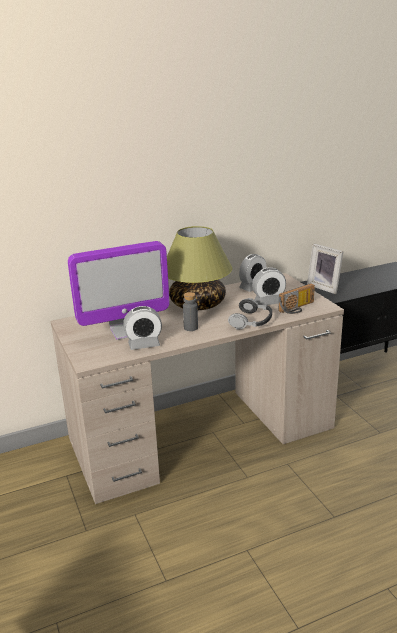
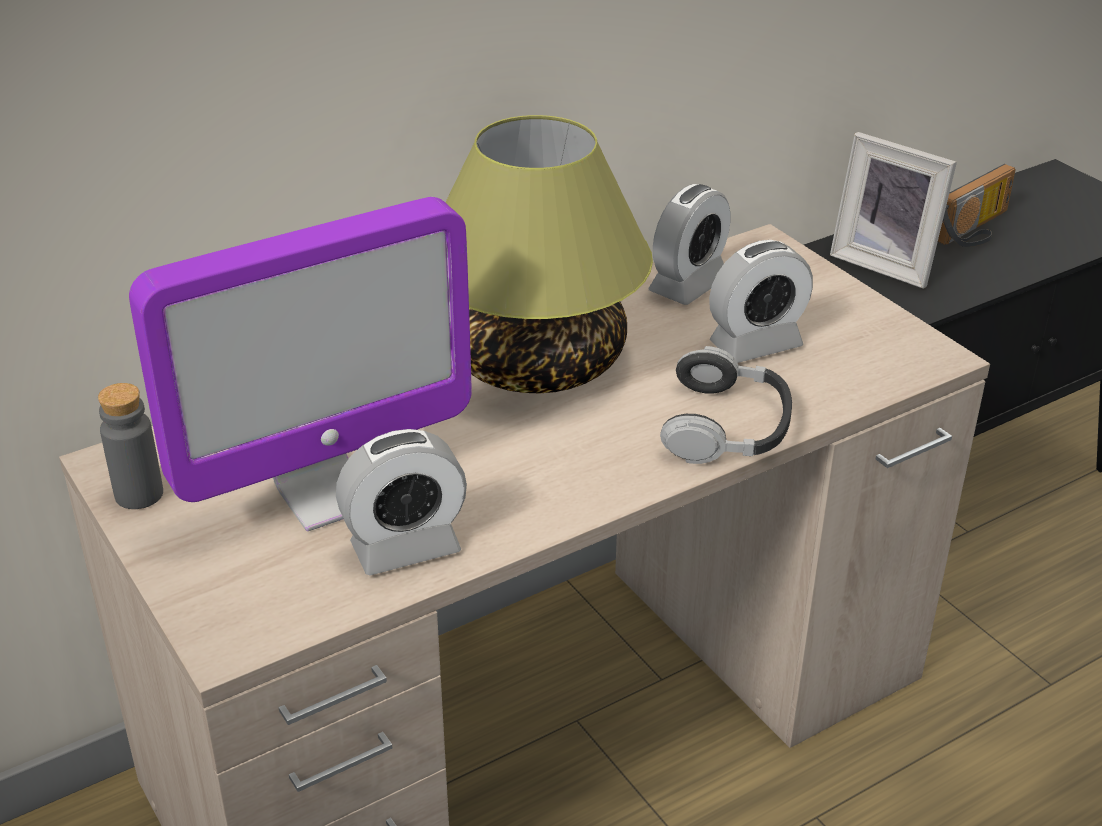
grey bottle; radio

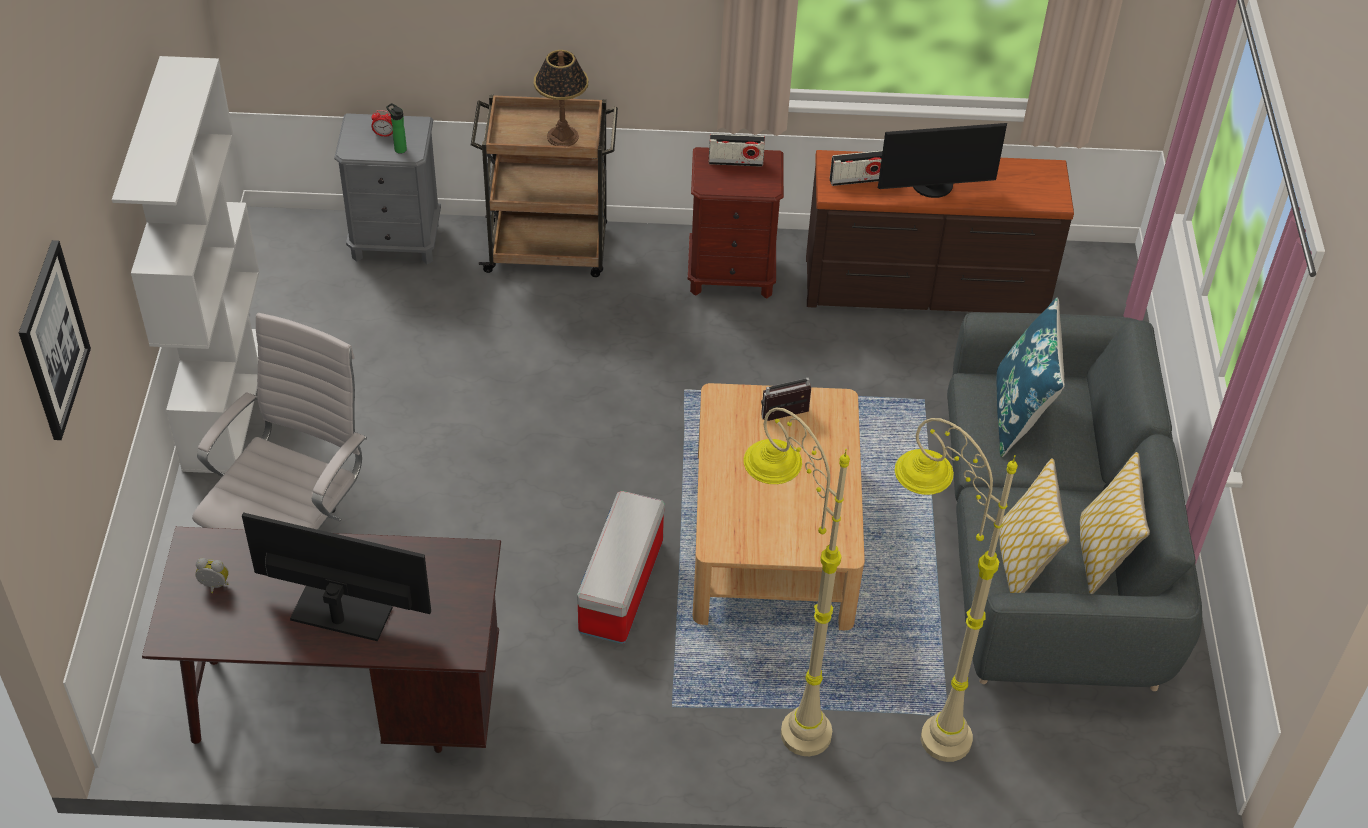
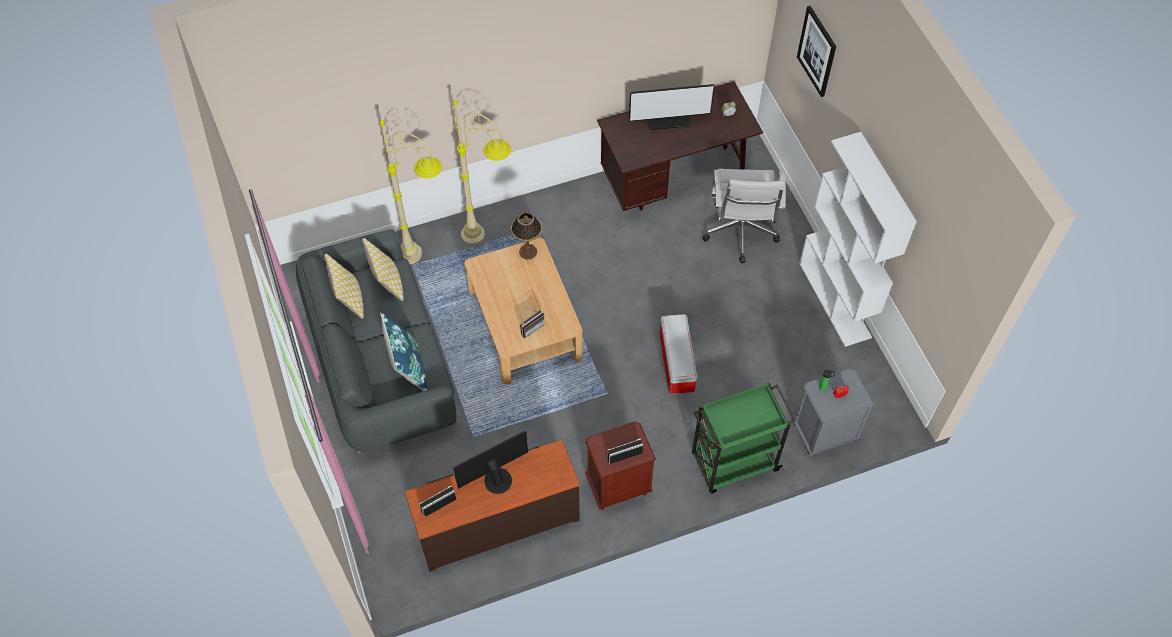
green cart; table lamp; storage box; radio (1st from left)

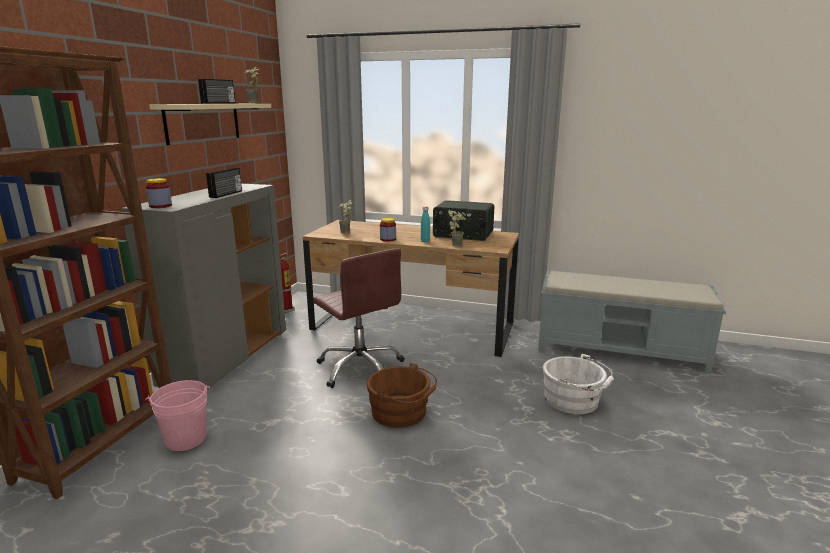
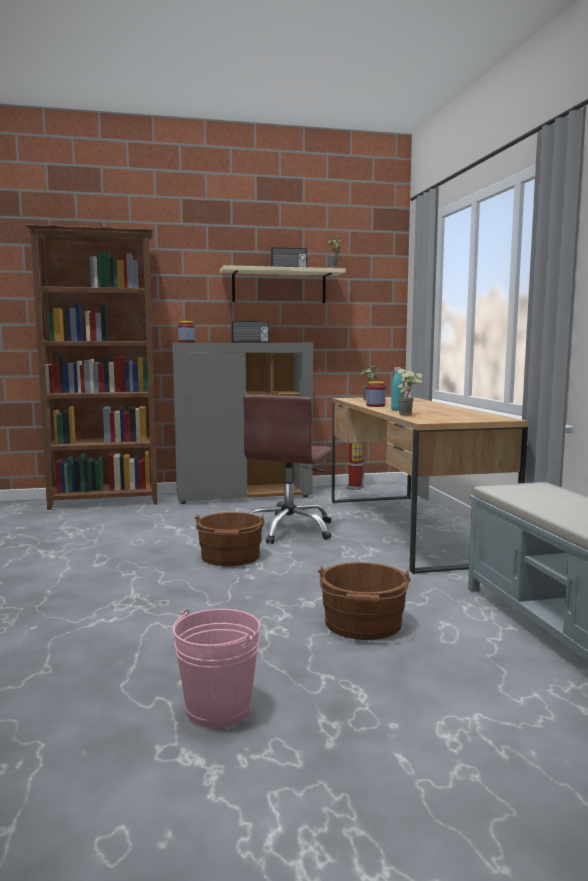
pink bucket; radio (3rd from left in the first image); brown bucket (2nd from left)

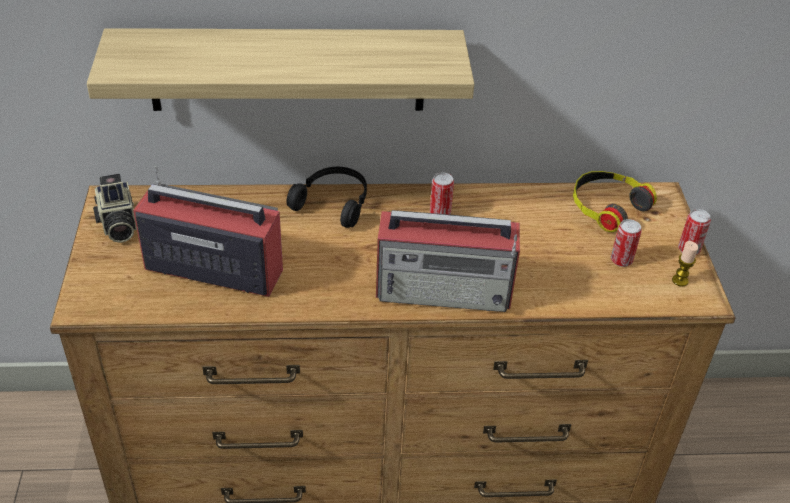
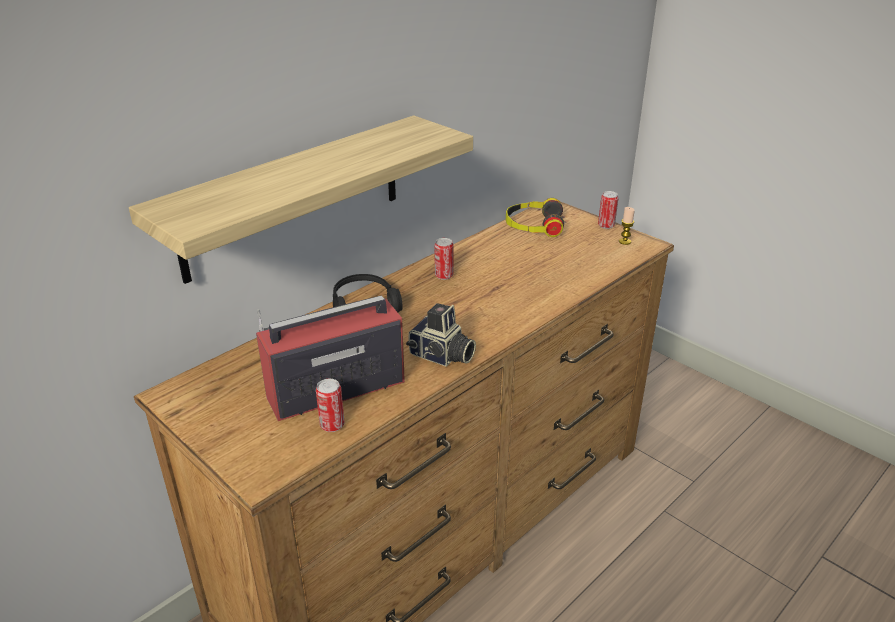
photo camera; radio (2nd from left in the first image); can (1st from left)

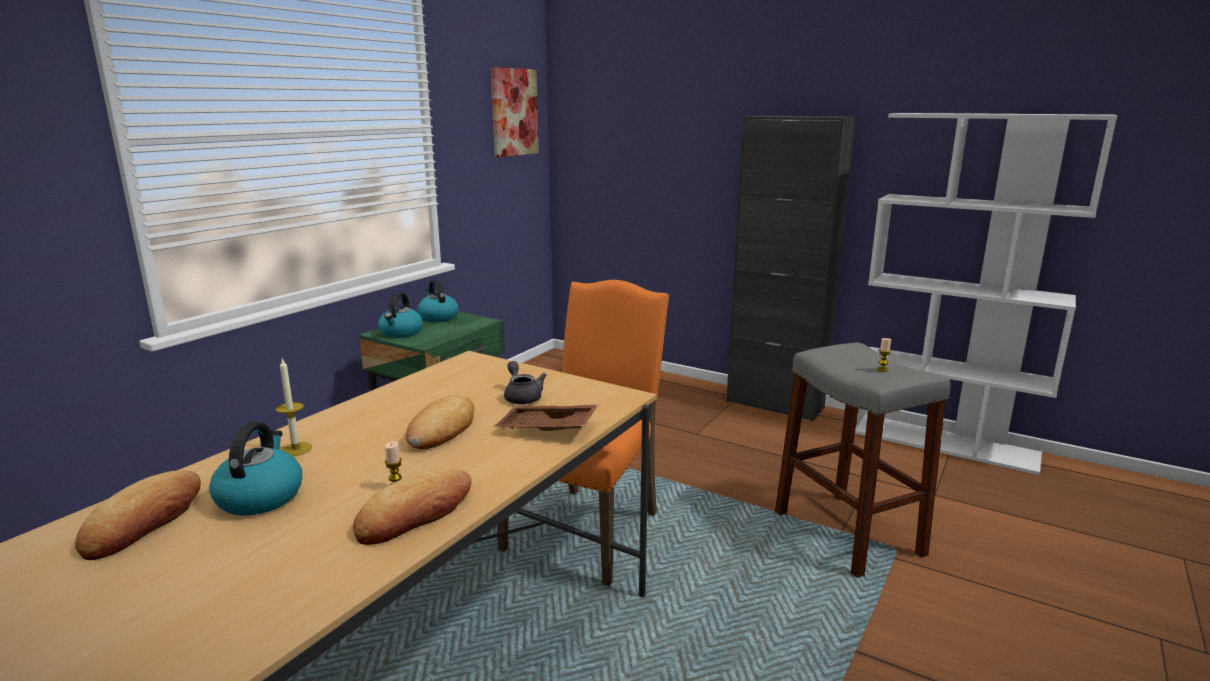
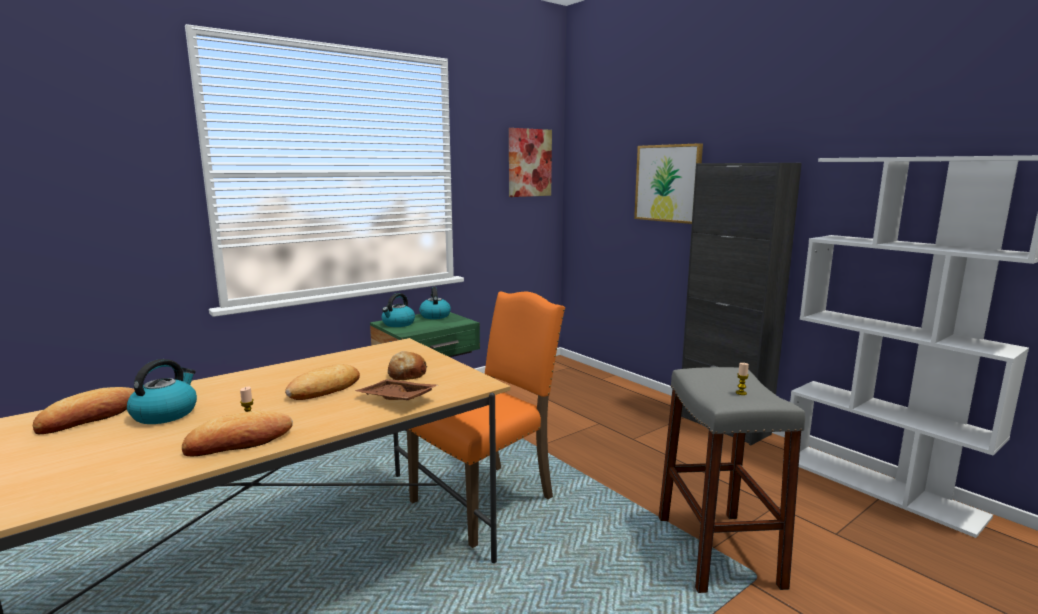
candle (1st from left in the first image); bread (4th from left); picture (2nd from left)

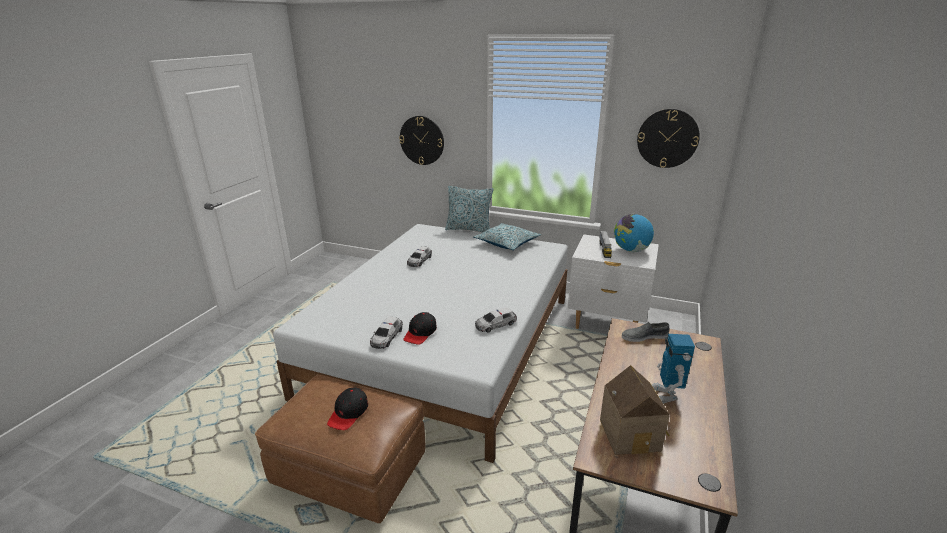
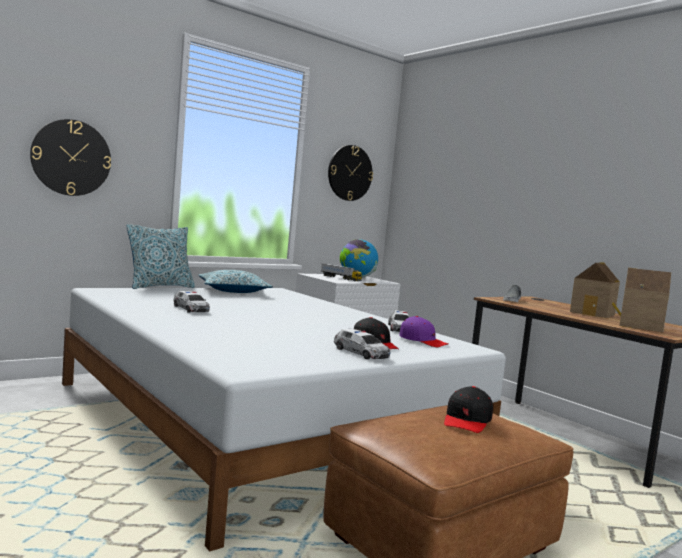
black cap (2nd from left); toy house (1st from left); purple cap

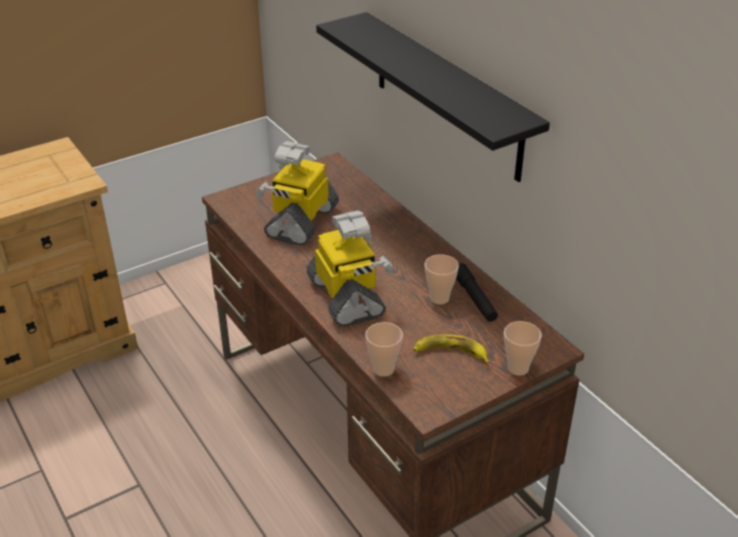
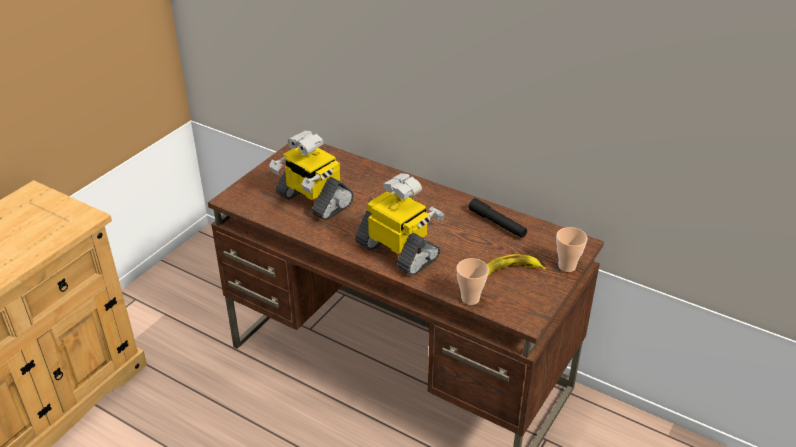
toy robot (1st from left); black shelf; cup (2nd from left in the first image)

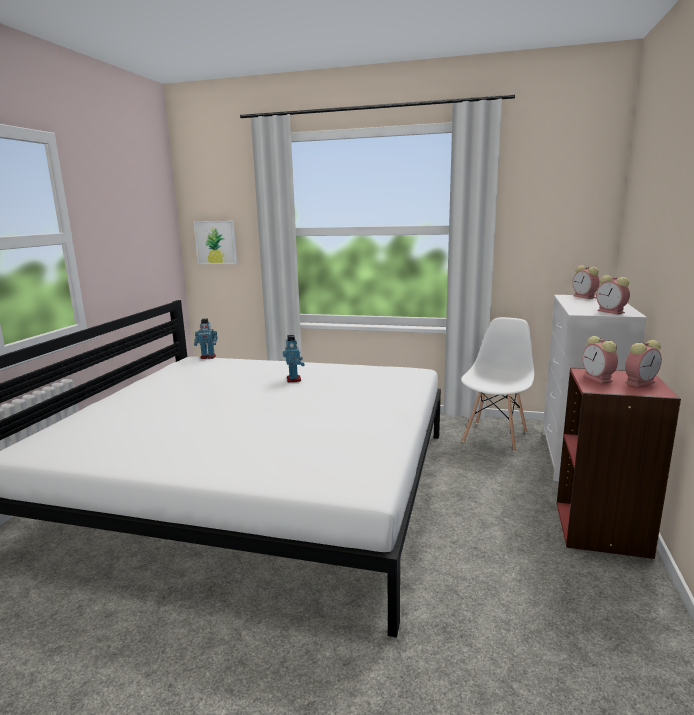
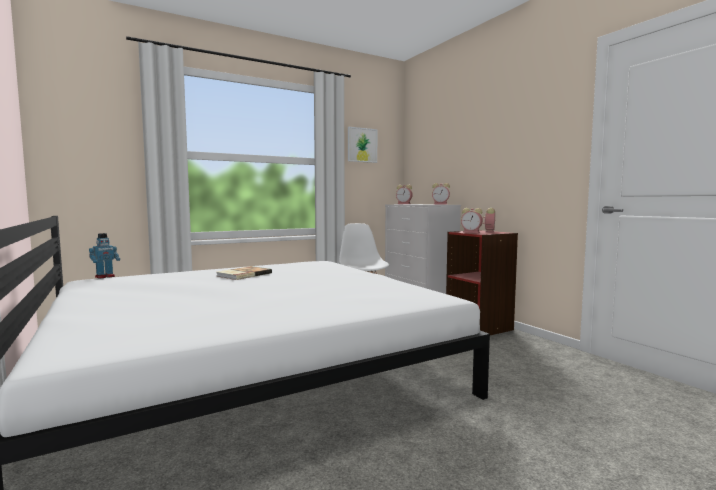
picture; book

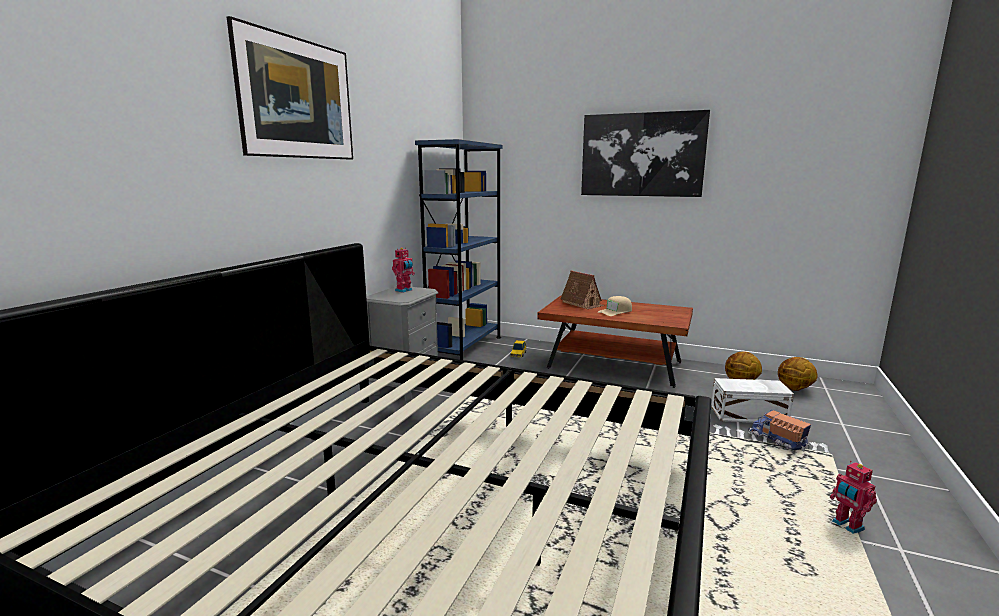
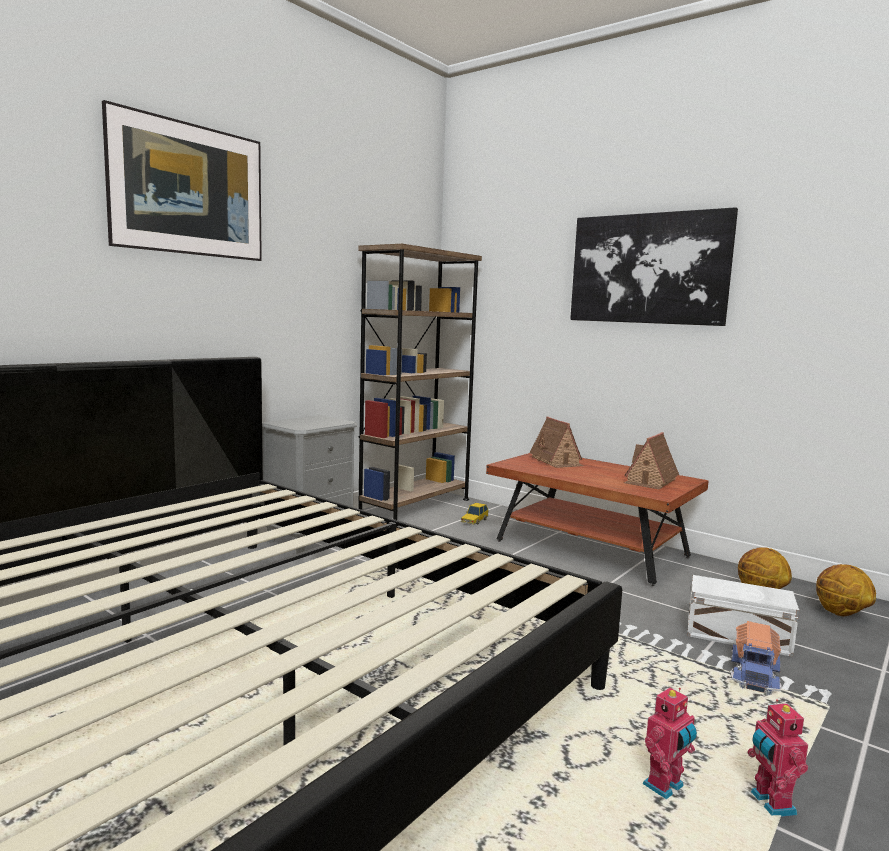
toy robot (1st from left); brown bookcase; beige cap; toy truck; toy house (2nd from left)

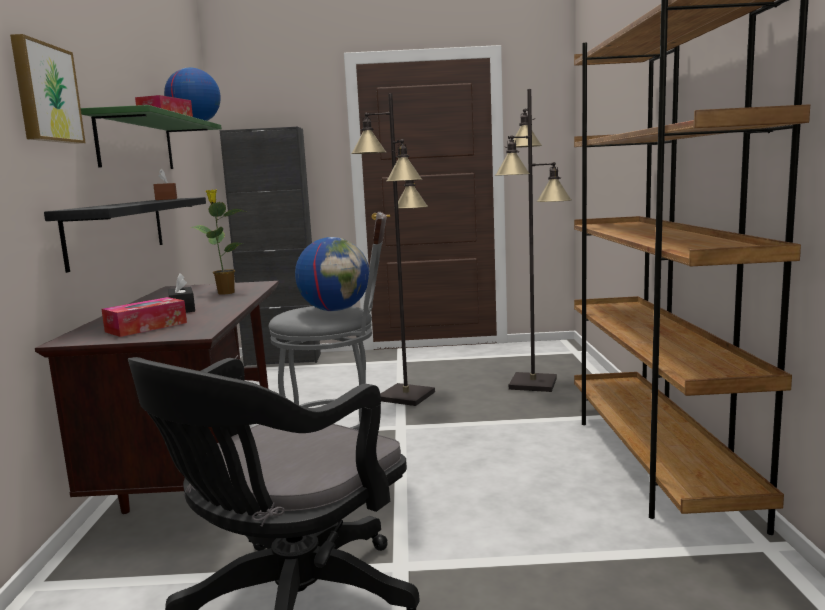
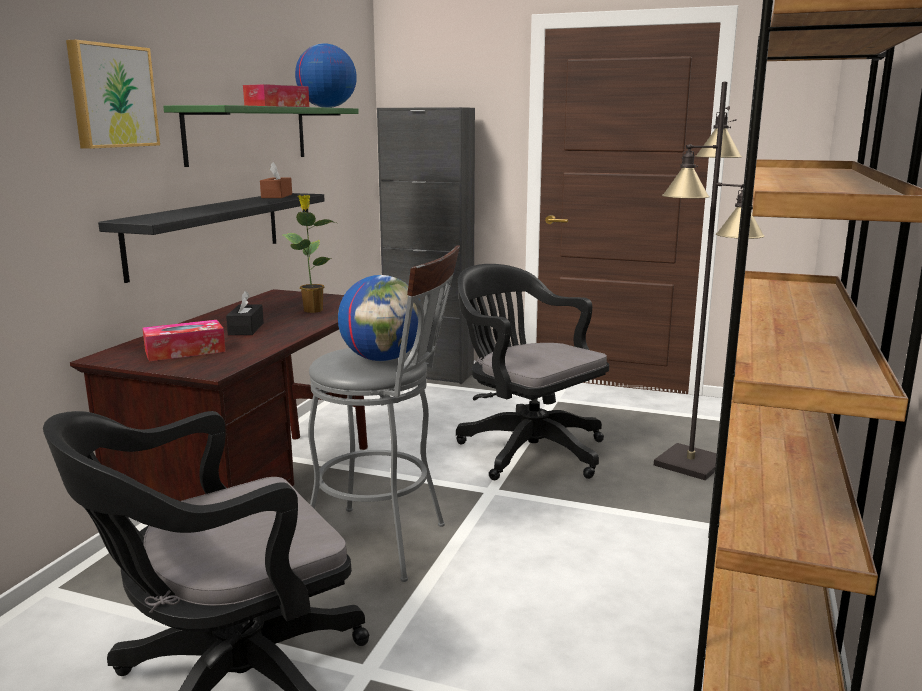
black office chair (2nd from left)

